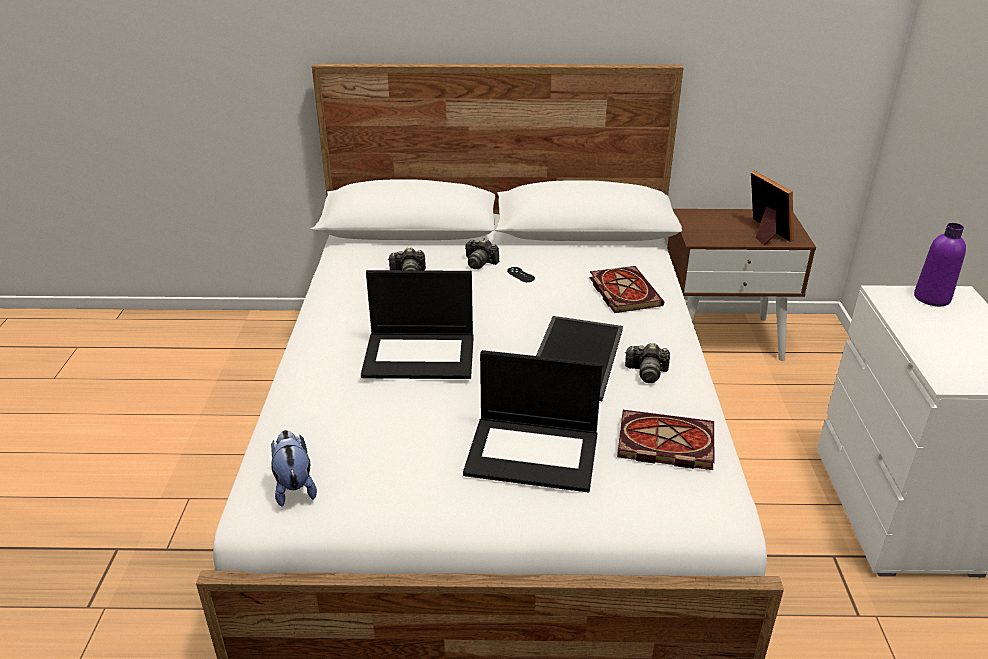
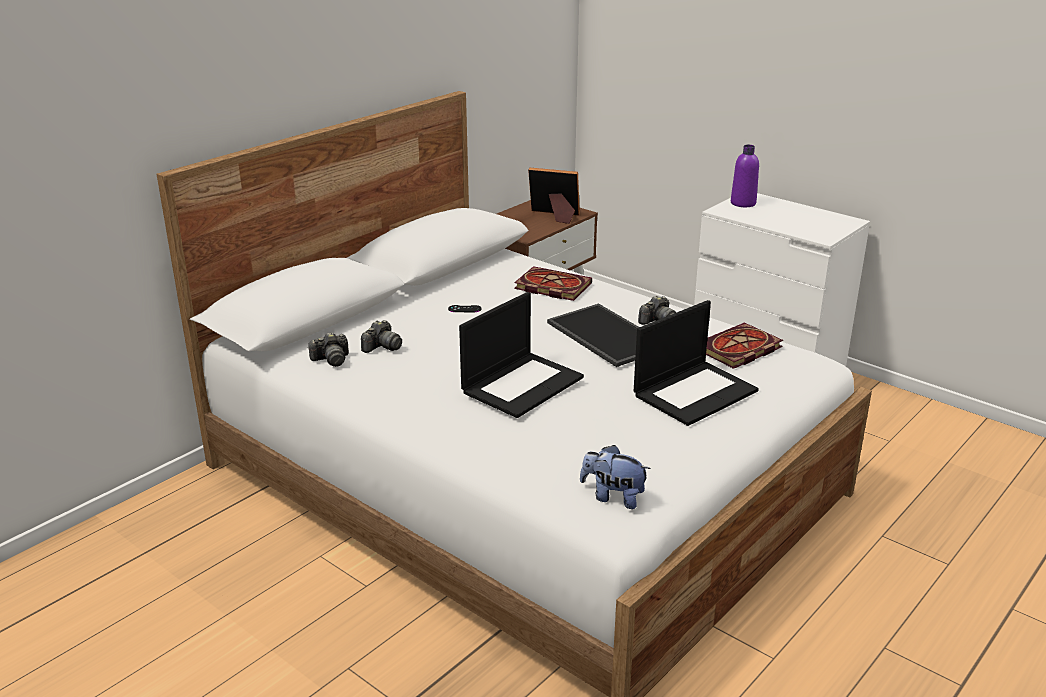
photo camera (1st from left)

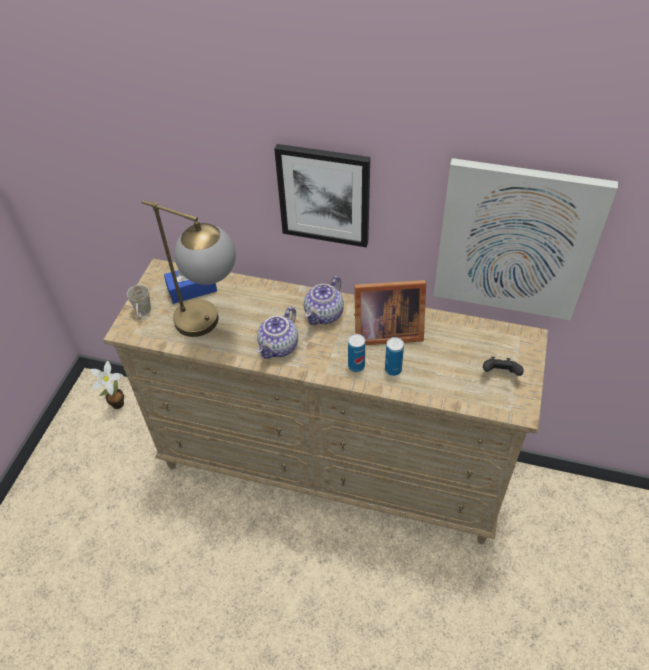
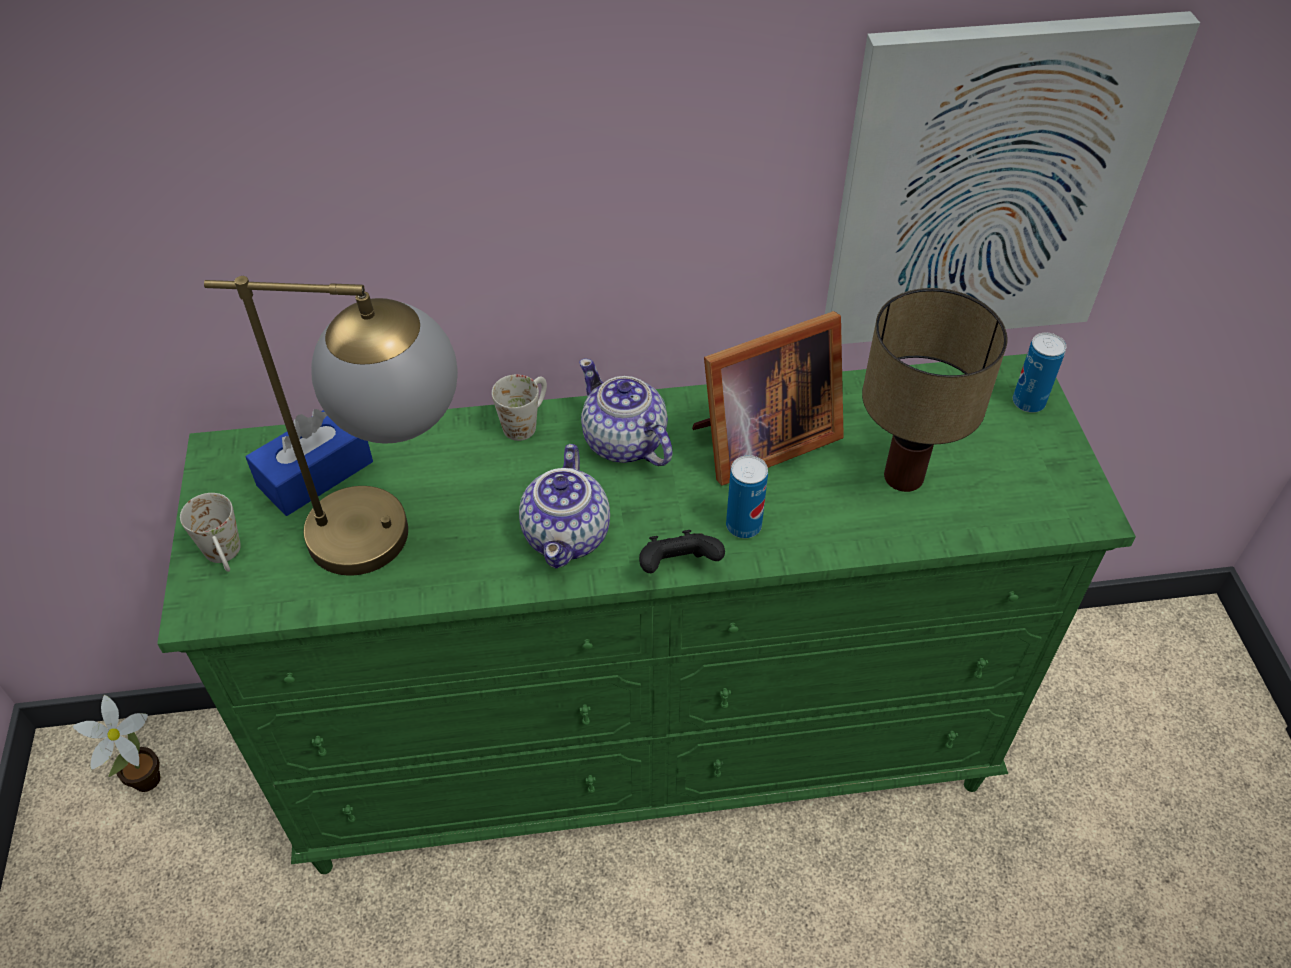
green dresser; picture (1st from left in the first image); teapot (2nd from left); can (2nd from left); black game controller; white mug (2nd from left); table lamp (2nd from left)

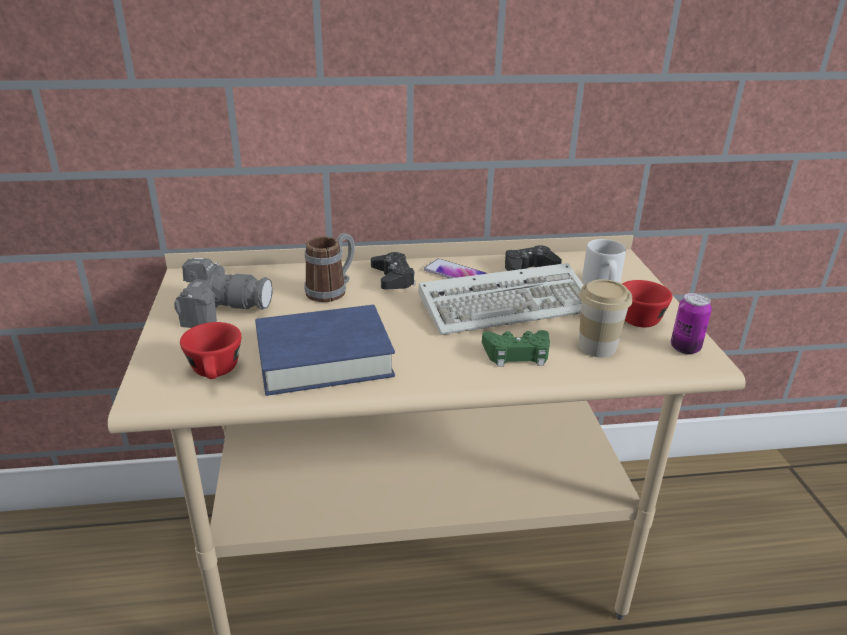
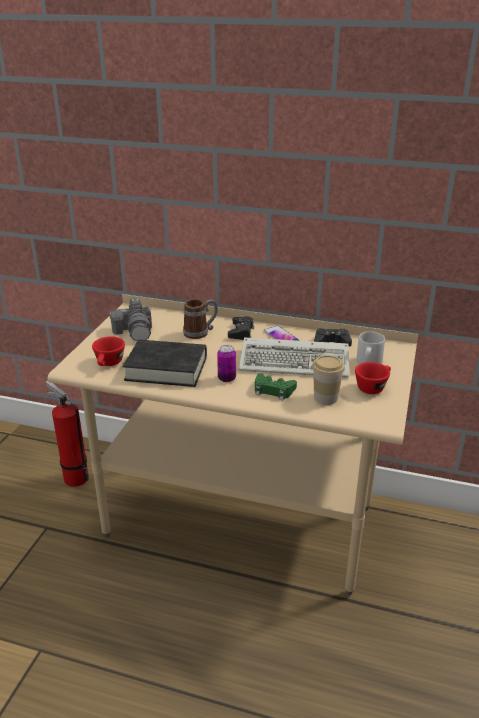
photo camera; black book; can; fire extinguisher

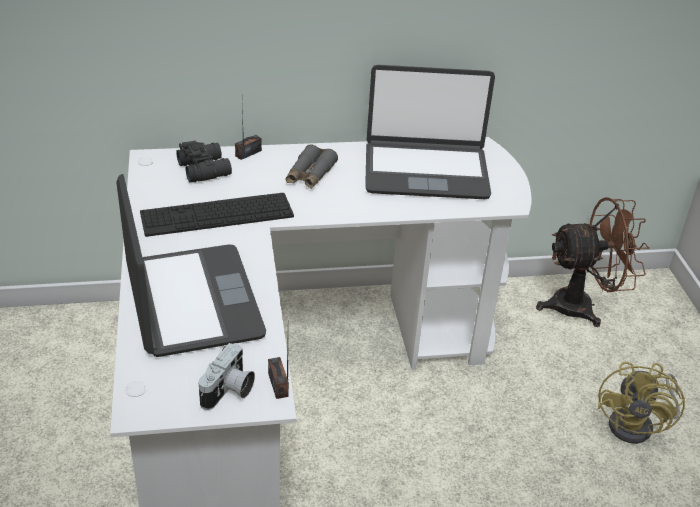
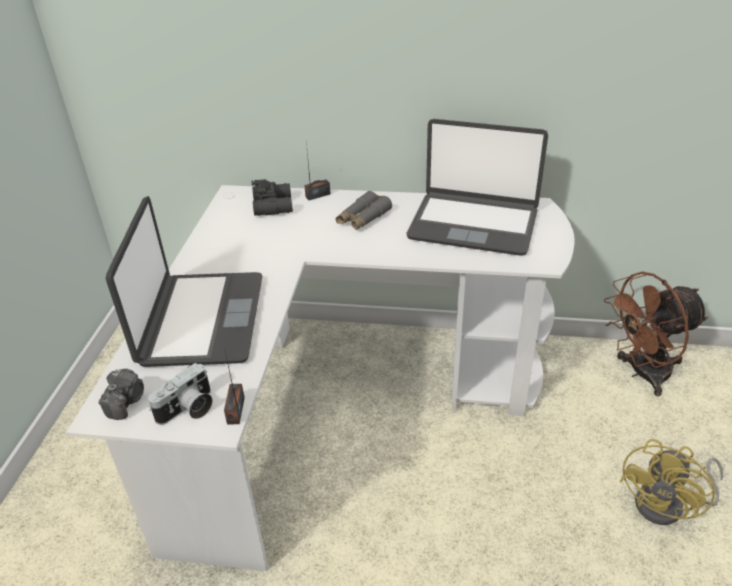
keyboard; brown fan; photo camera (1st from left)

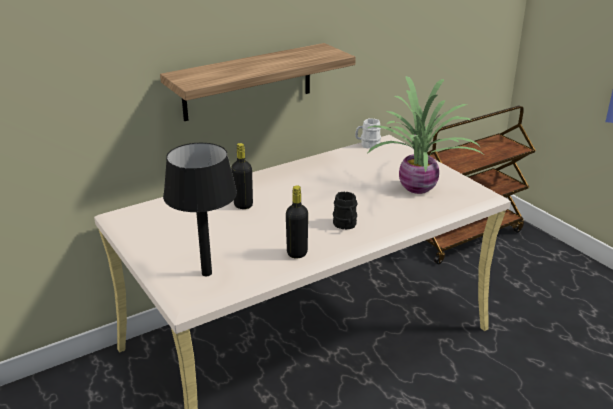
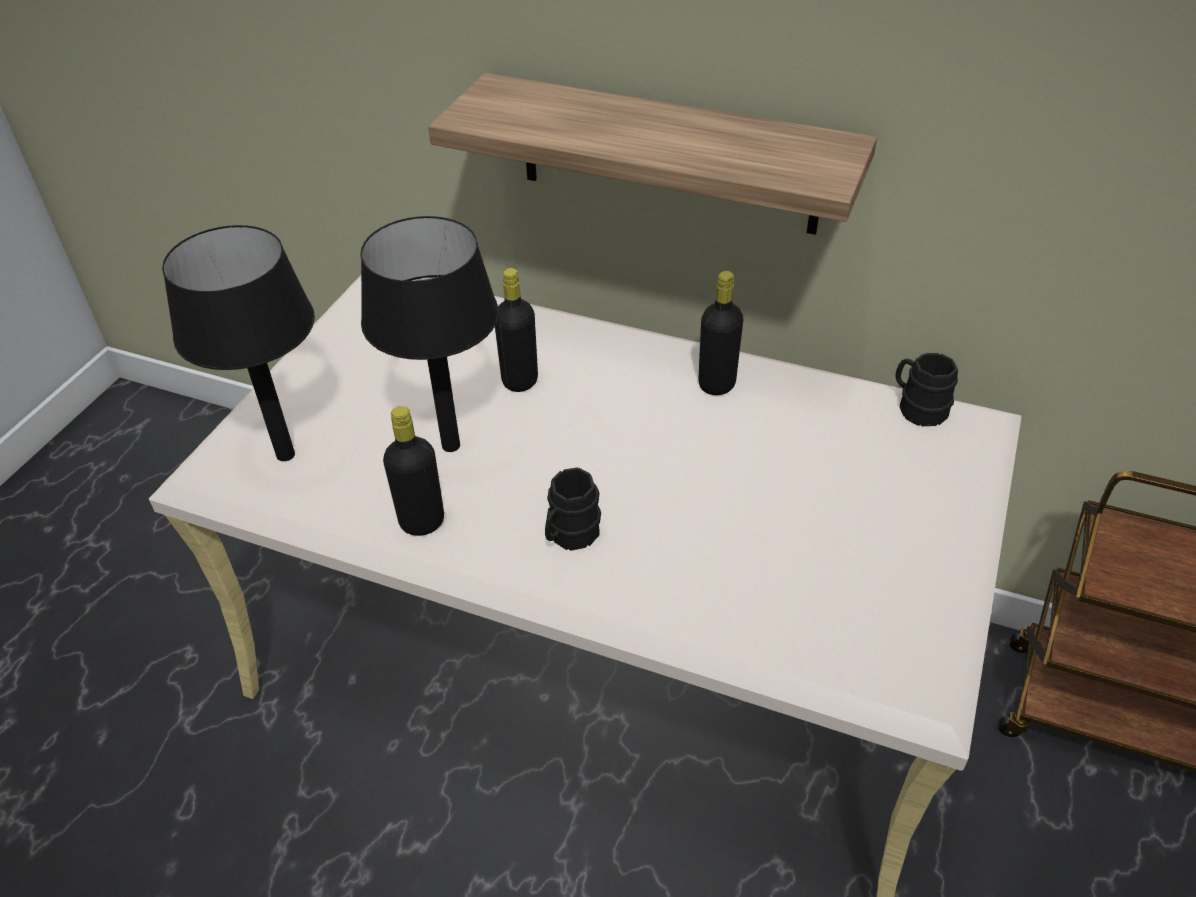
black mug (2nd from left); potted plant; black table lamp (2nd from left); black bottle (3rd from left)

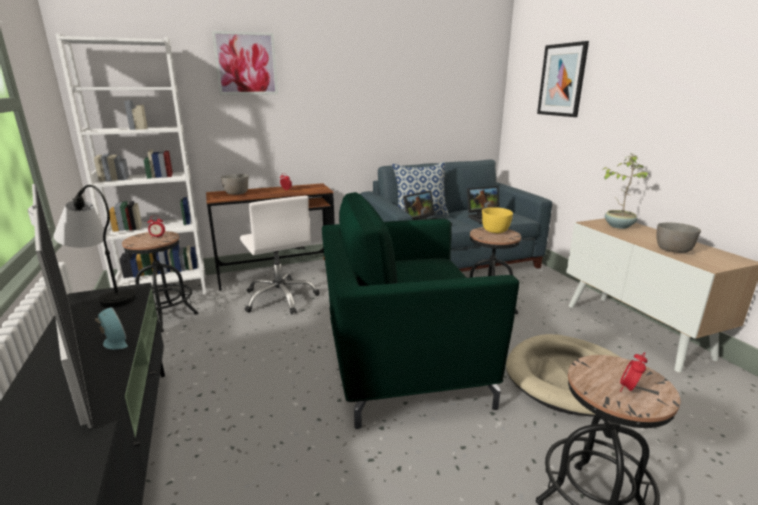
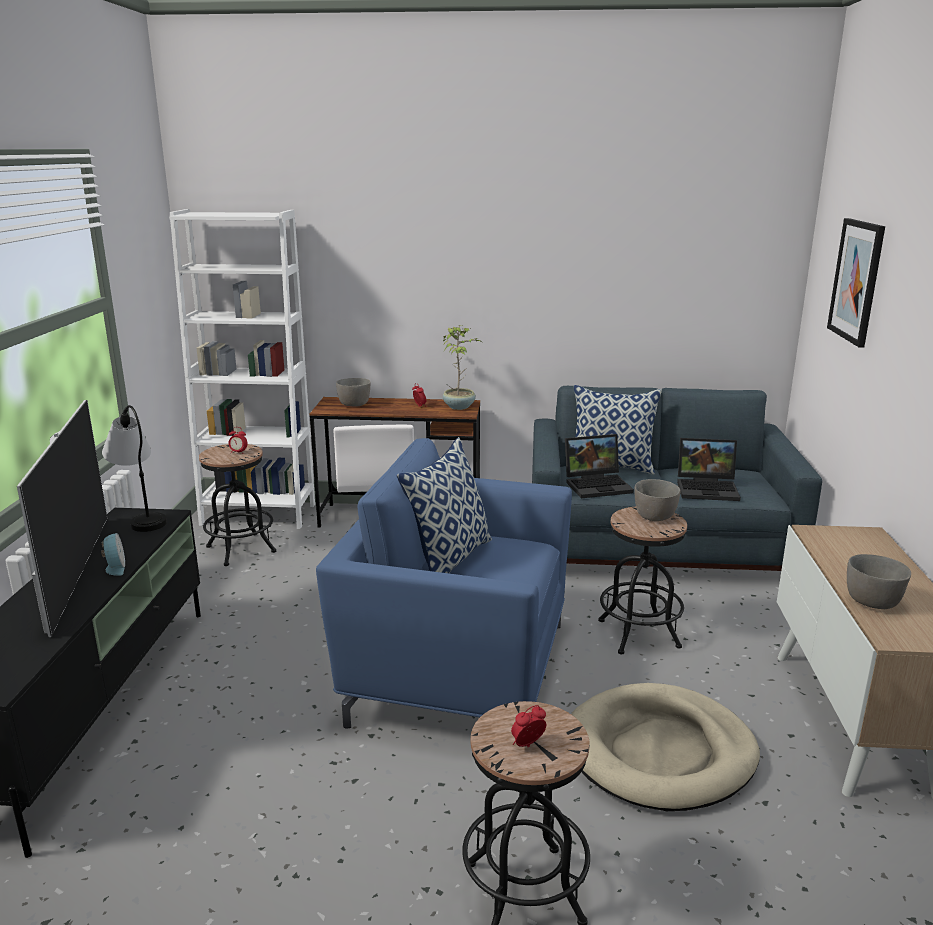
picture (1st from left in the first image); blue armchair; grey bowl (2nd from left); potted plant; pillow (1st from left)

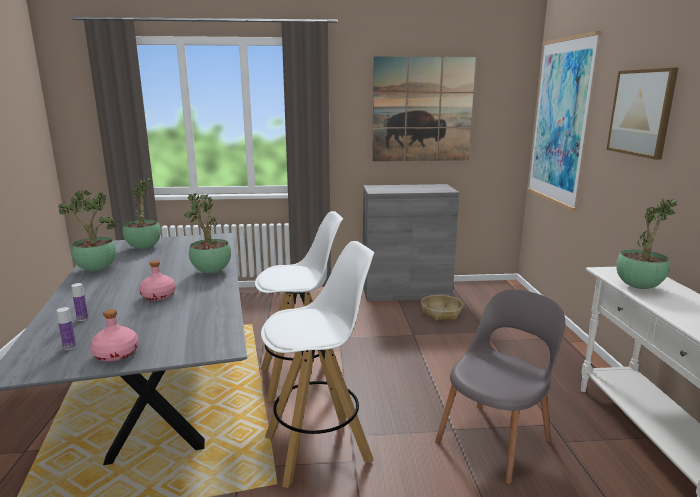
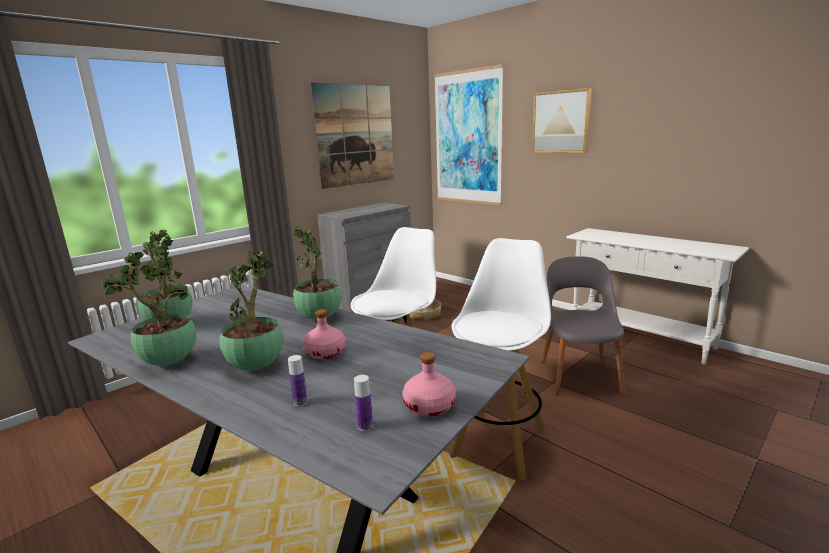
potted plant (3rd from left)

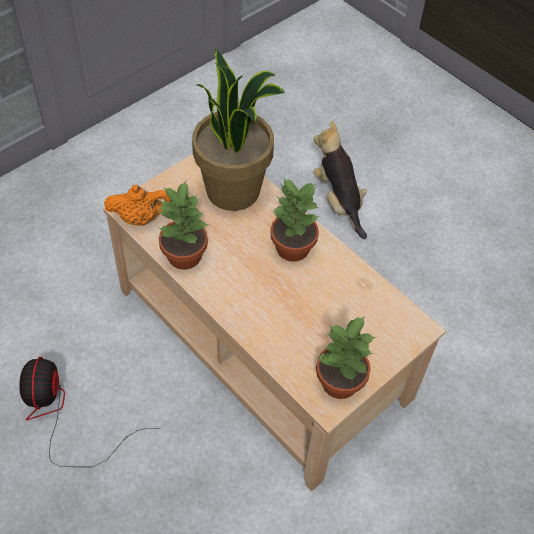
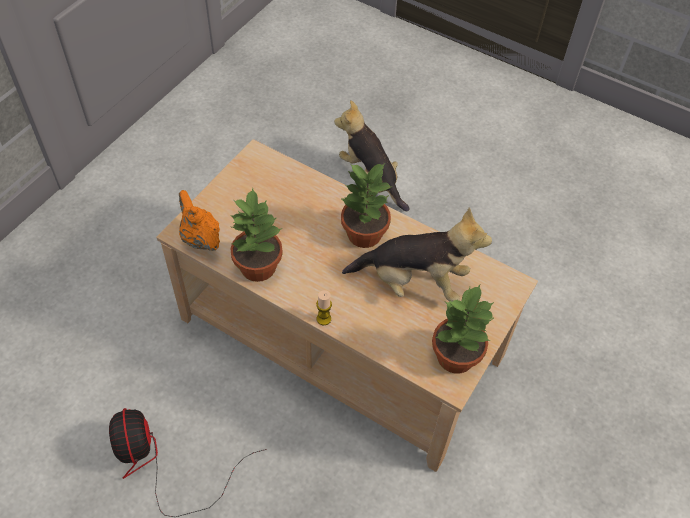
orange teapot; potted plant (2nd from left in the first image); candle; plush toy (2nd from left)

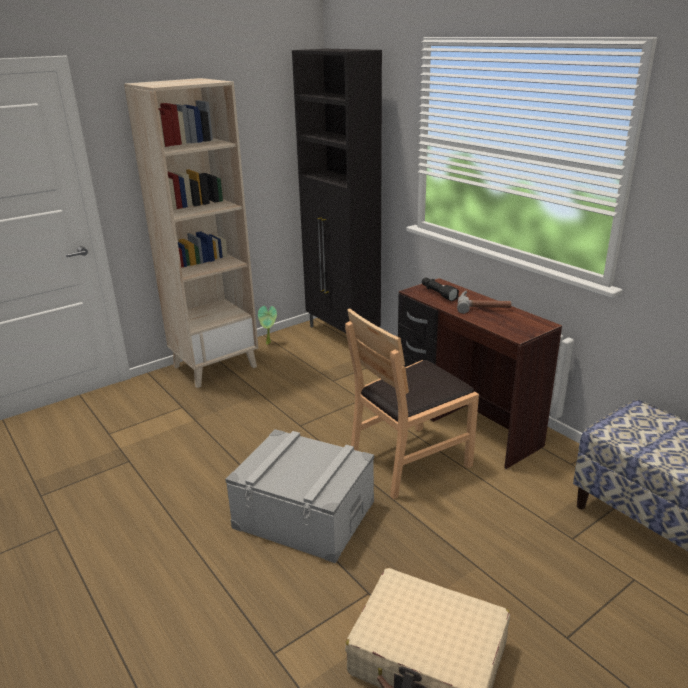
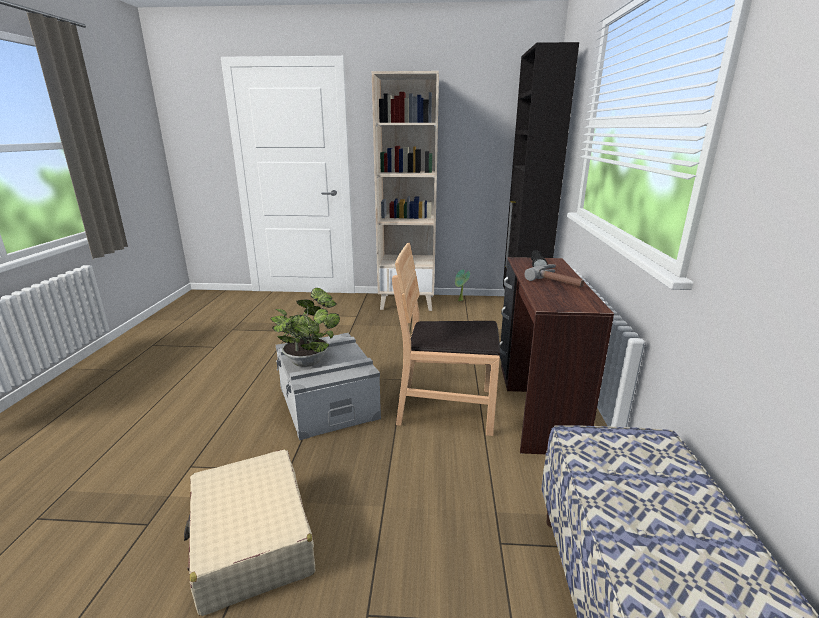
potted plant (1st from left)

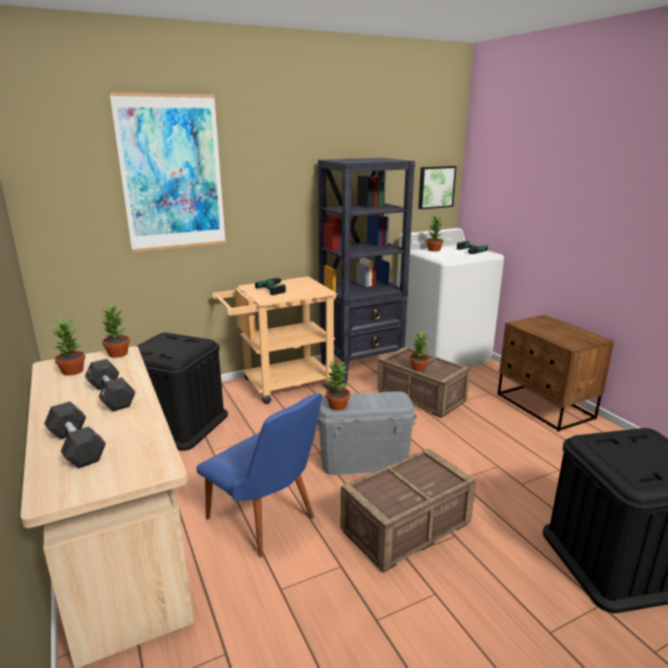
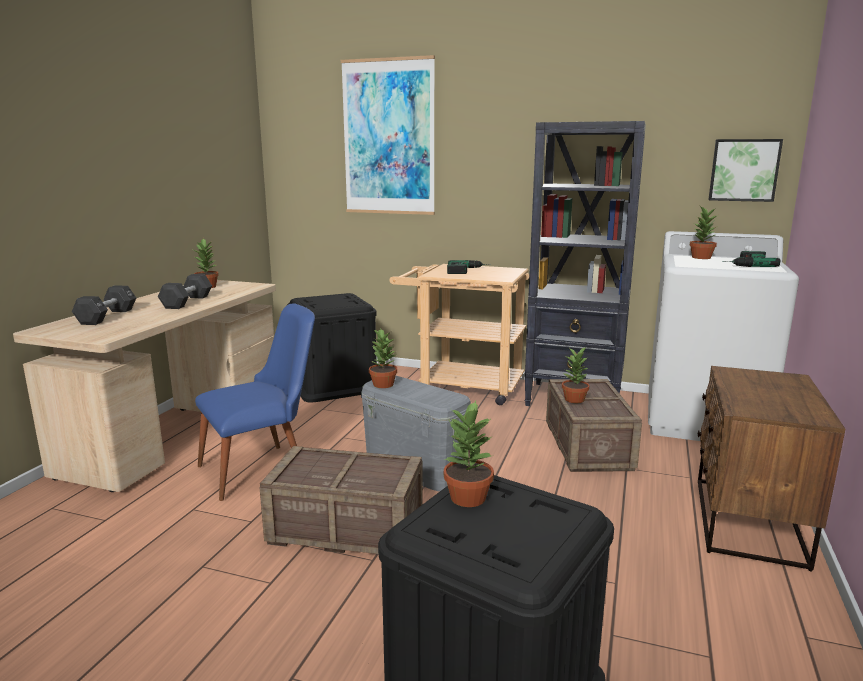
potted plant (3rd from left); blue chair

